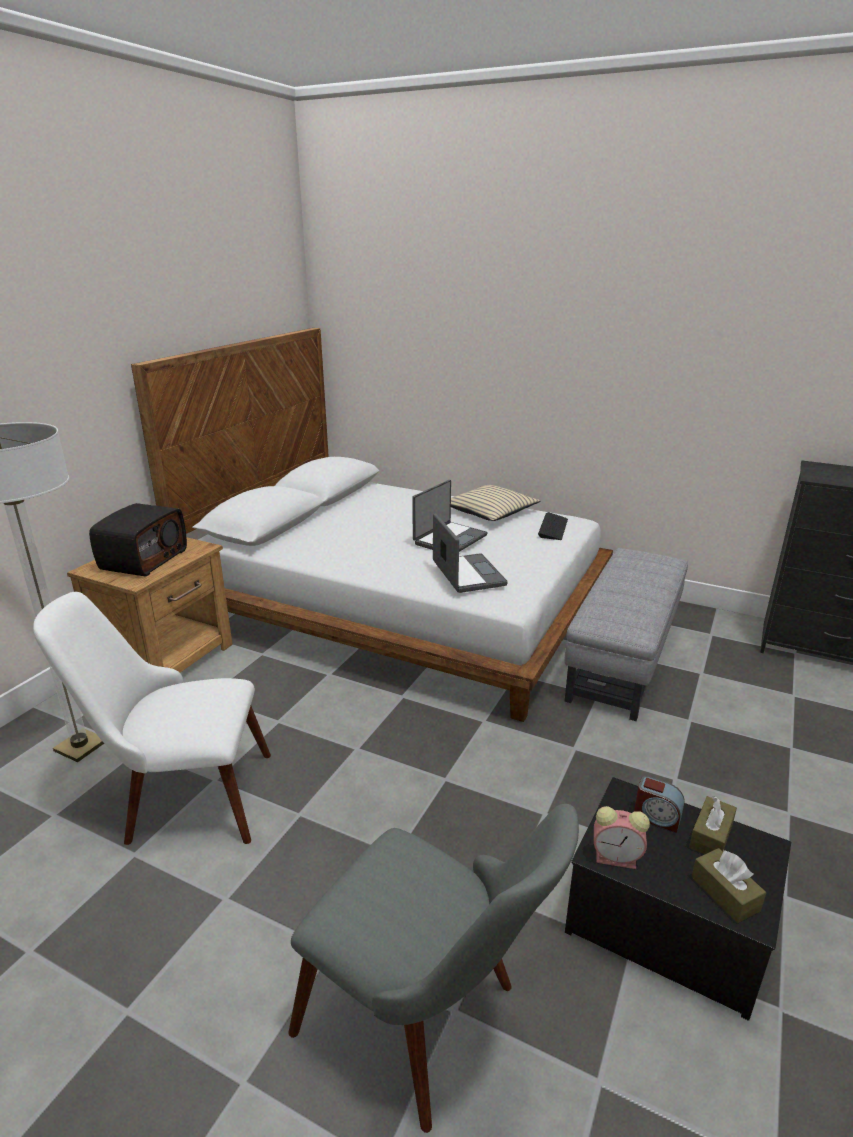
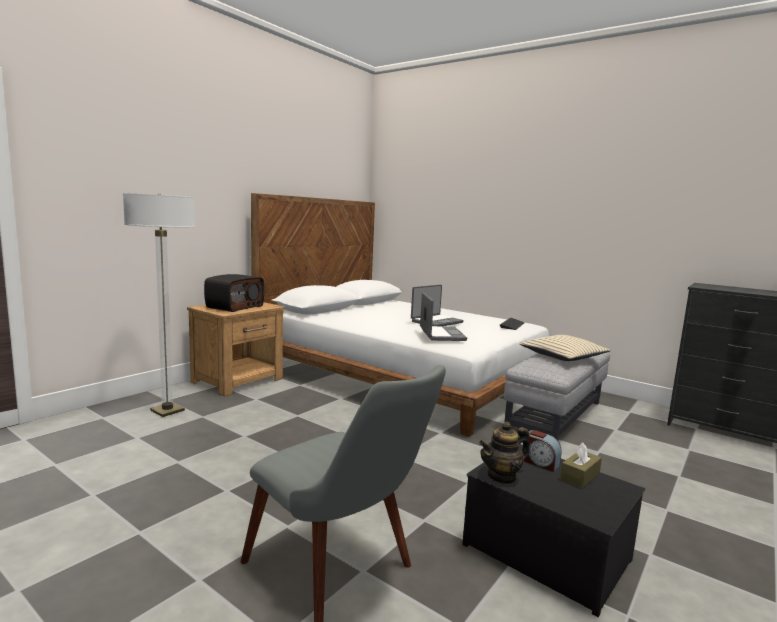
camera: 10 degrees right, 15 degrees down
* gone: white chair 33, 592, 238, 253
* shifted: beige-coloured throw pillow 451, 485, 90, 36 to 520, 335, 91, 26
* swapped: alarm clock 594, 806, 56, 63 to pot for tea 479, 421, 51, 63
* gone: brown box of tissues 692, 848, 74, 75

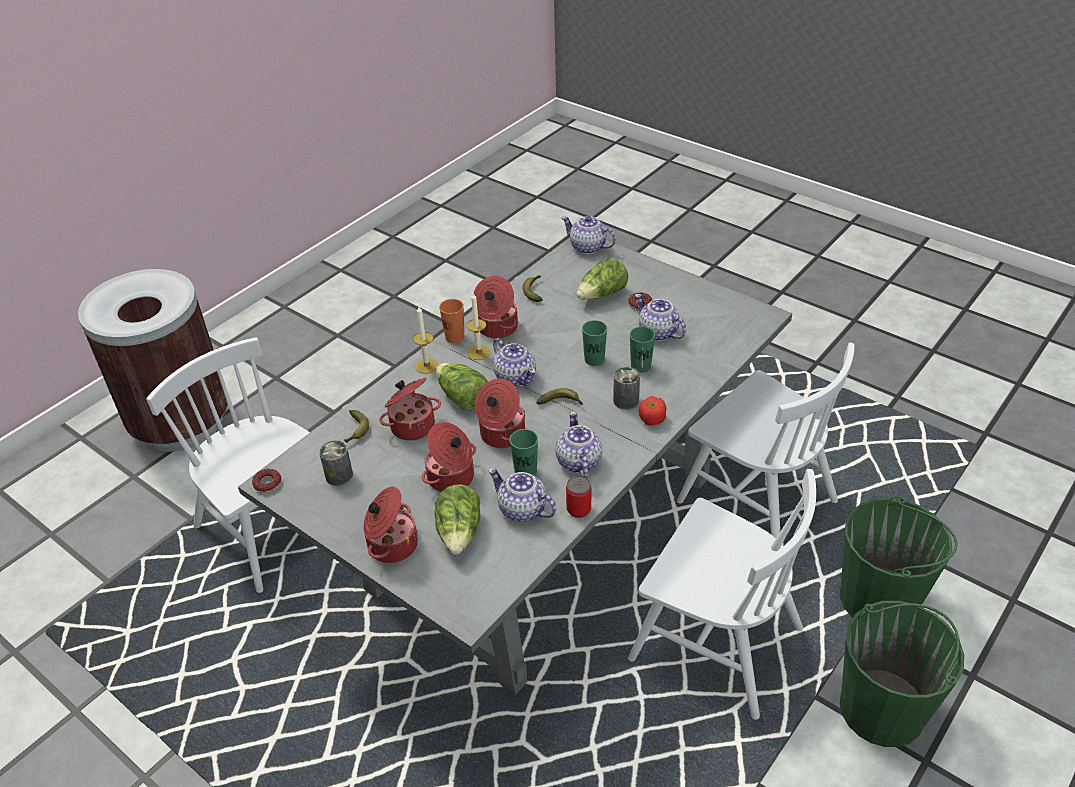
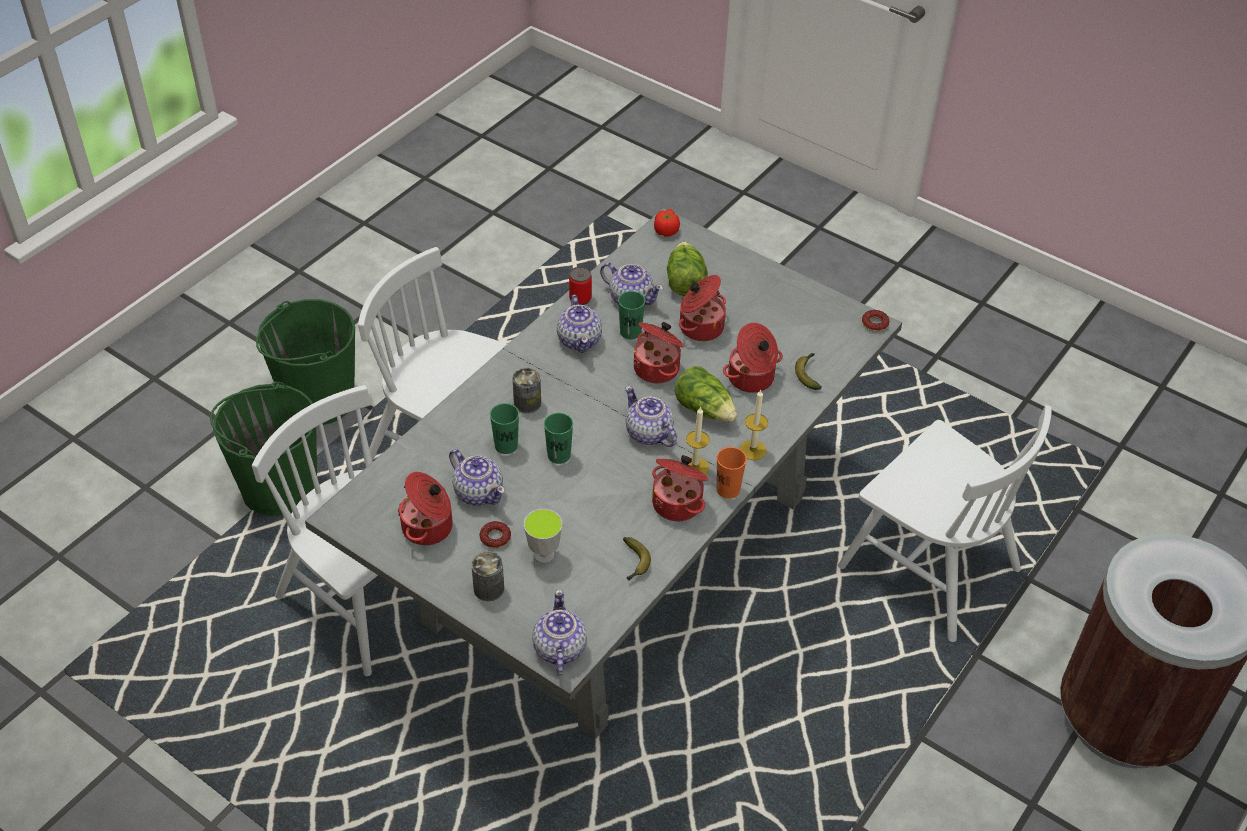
camera: 175 degrees right, 5 degrees up
* shifted: sealed can 319, 440, 34, 46 to 471, 551, 33, 50
* shifted: cooking pot 363, 487, 55, 76 to 398, 472, 55, 73
* gone: banana fruit 536, 388, 47, 17
* rotated: pot for tea 561, 216, 55, 38 = 532, 589, 55, 87 120 degrees counterclockwise
* swapped: head of lettuce 576, 258, 52, 41 to drinking cup 524, 509, 39, 54
* shifted: whole tomato 639, 396, 27, 30 to 654, 209, 26, 28

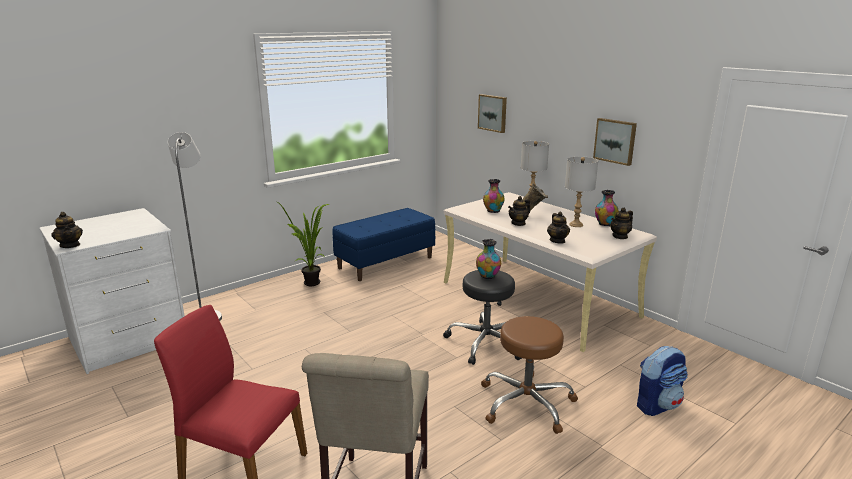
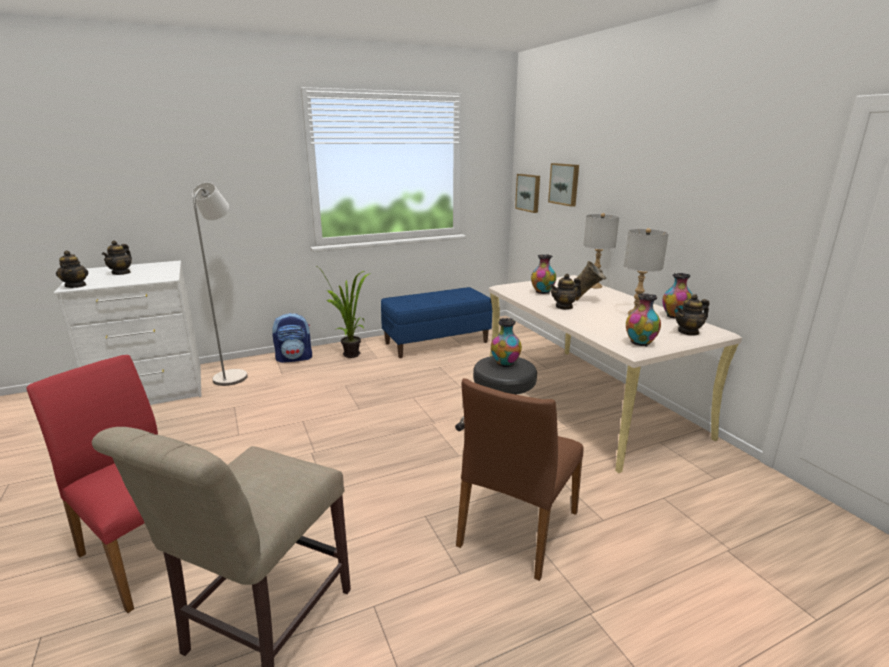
camera: 15 degrees right, 0 degrees up
* swapped: brown stool seat 481, 316, 97, 118 to brown chair 456, 378, 128, 203
* shifted: pot for tea 547, 212, 23, 32 to 102, 240, 30, 35
* shifted: picture 593, 118, 44, 48 to 515, 174, 25, 39
* shifted: knapsack 637, 346, 51, 70 to 272, 313, 40, 50
* new: flower vase 626, 293, 35, 53

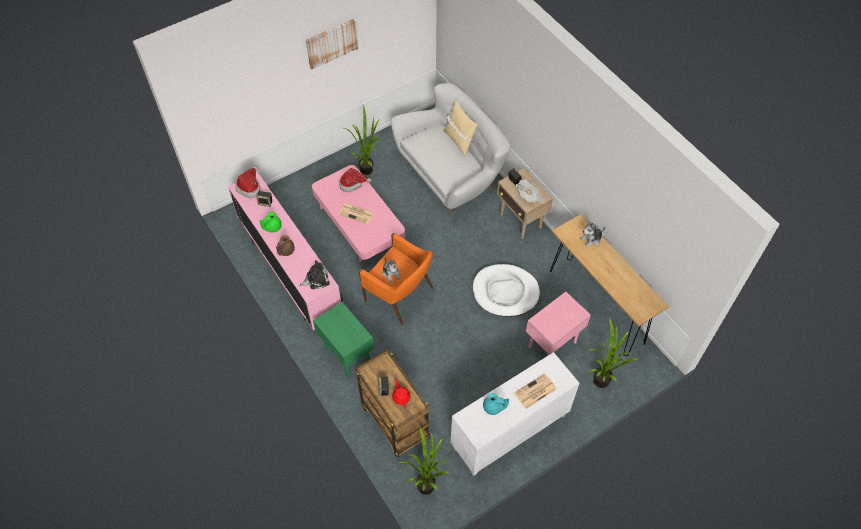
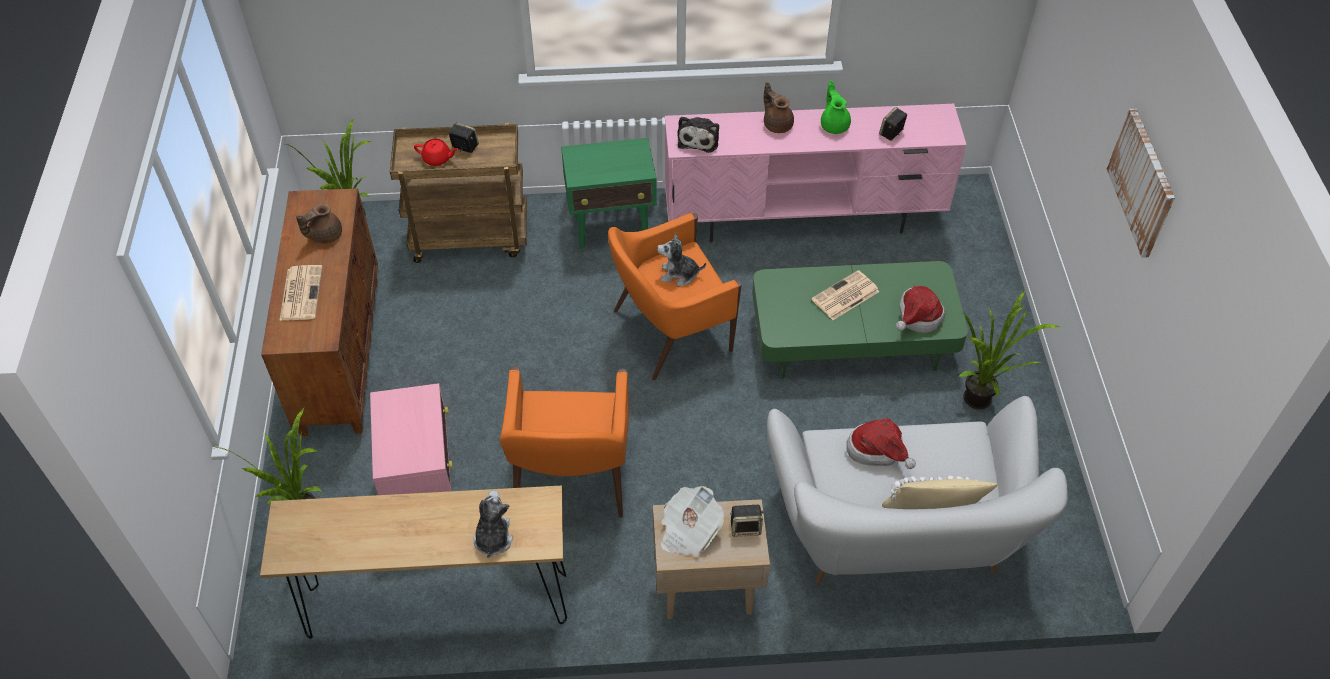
camera: 120 degrees right, 5 degrees down
* shifted: hat 236, 165, 24, 33 to 846, 418, 70, 51
* repainted: pinkish lounge table 312, 165, 93, 97 to greenish lounge table 752, 261, 216, 117
* repainted: white cabinet 451, 352, 129, 124 to brown cabinet 261, 188, 117, 248
* swapped: white dog cushion 473, 264, 67, 53 to orangey lounge chair 500, 367, 129, 151
* repainted: turquoise-coloured pot for tea 483, 393, 26, 22 to brown pot for tea 296, 203, 46, 41

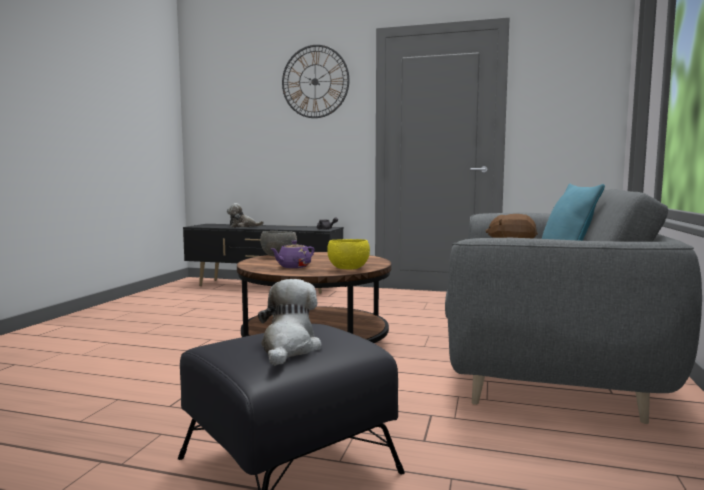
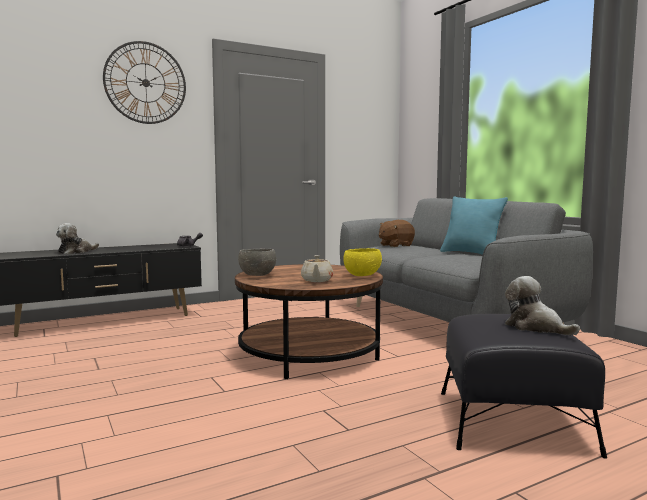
camera: 45 degrees left, 0 degrees up
* repainted: purple pot for tea 271, 241, 44, 27 to beige-coloured pot for tea 301, 255, 32, 27

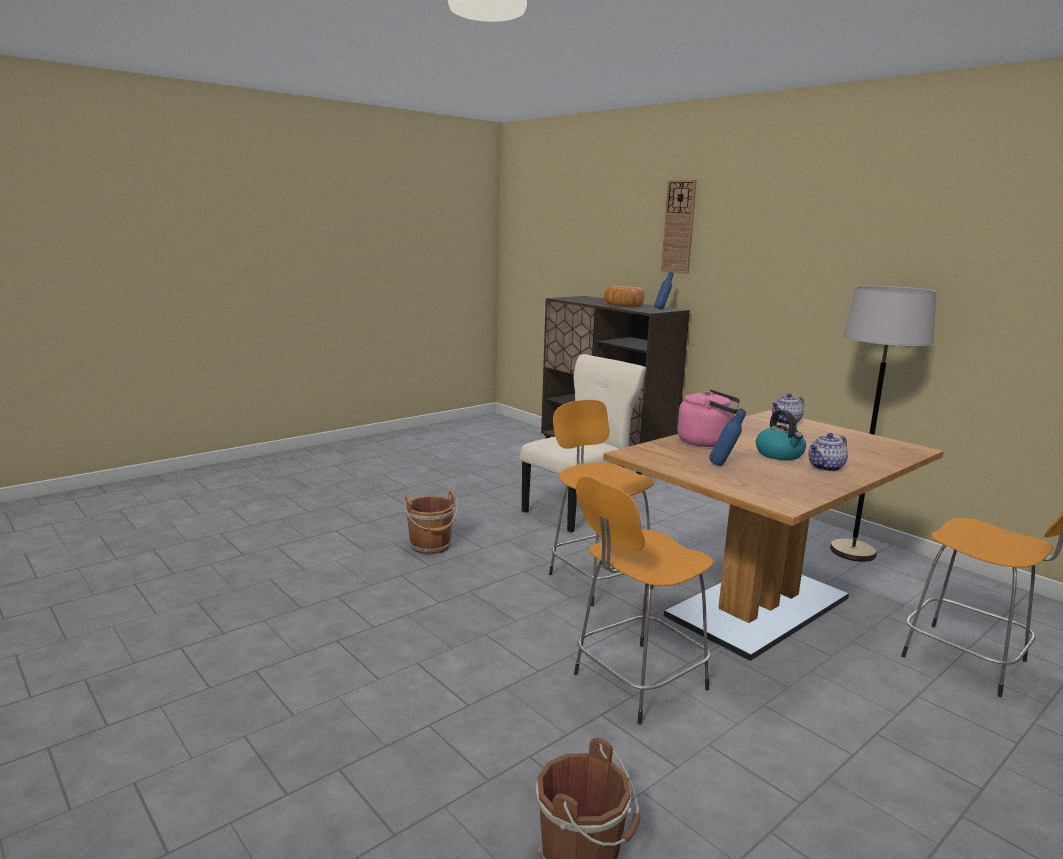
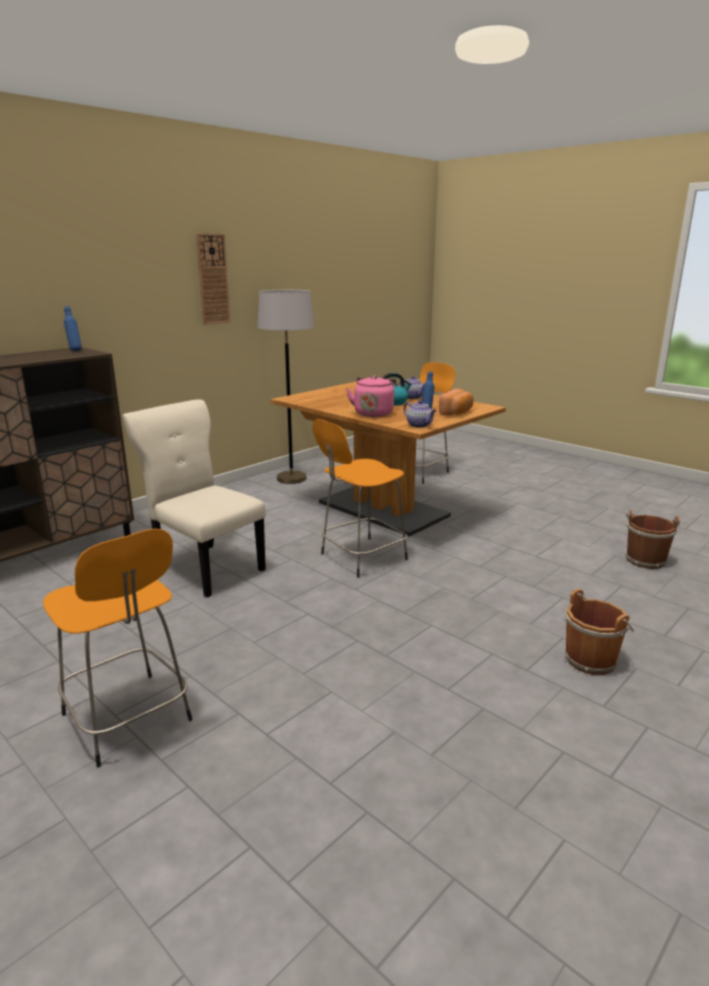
camera: 95 degrees left, 5 degrees up
* shifted: brown water bucket 405, 491, 53, 63 to 564, 589, 70, 86
* shifted: orangey stool seat 574, 476, 140, 249 to 43, 529, 149, 239
* shifted: baked bread 604, 286, 40, 21 to 439, 389, 35, 26
* shifted: wall clock 661, 180, 36, 94 to 196, 233, 35, 92
* shifted: pot for tea 772, 394, 32, 31 to 404, 400, 32, 28

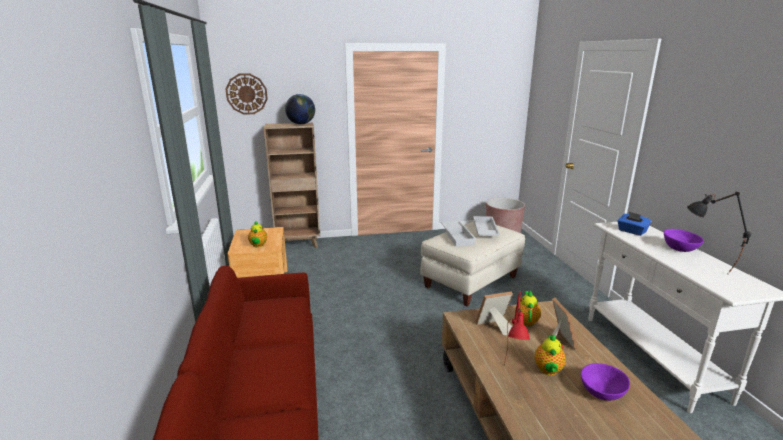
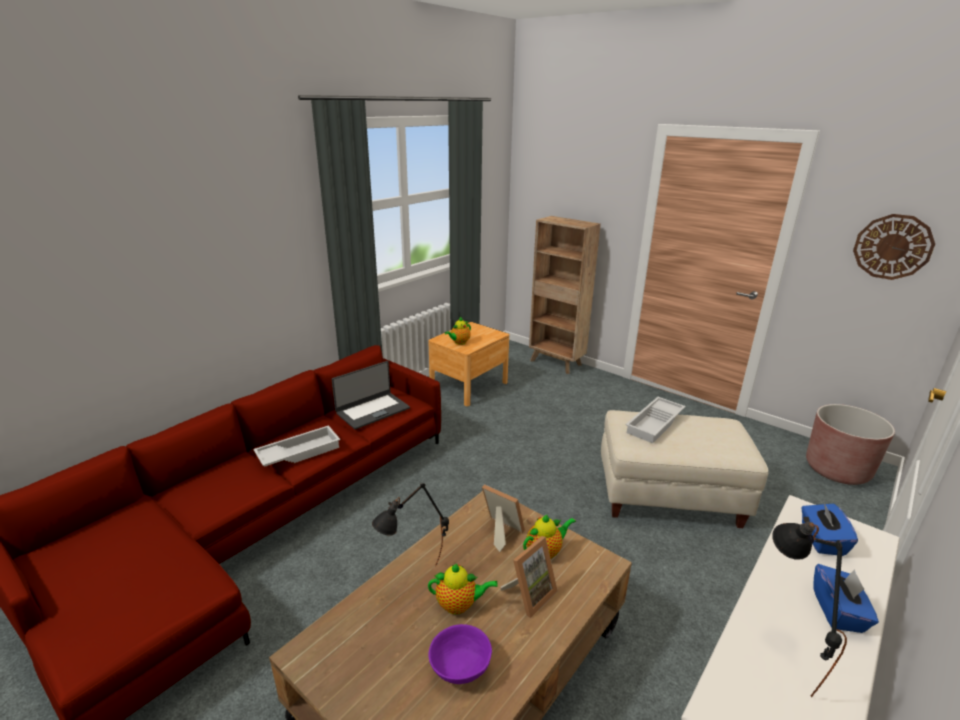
camera: 50 degrees right, 5 degrees up
* shifted: wall clock 225, 74, 43, 41 to 853, 214, 82, 66
* gone: world globe 285, 94, 30, 30
* shifted: white tray 473, 216, 27, 20 to 253, 425, 87, 41
* repainted: red-coloured lamp for a table 504, 292, 26, 73 to black-coloured lamp for a table 372, 483, 77, 84
* rotated: pot for tea 535, 335, 31, 40 = 428, 564, 70, 51 150 degrees counterclockwise
* swapped: purple deep dish 664, 229, 40, 23 to blue-coloured box of tissues 813, 564, 66, 69
* new: notebook computer 332, 361, 78, 68

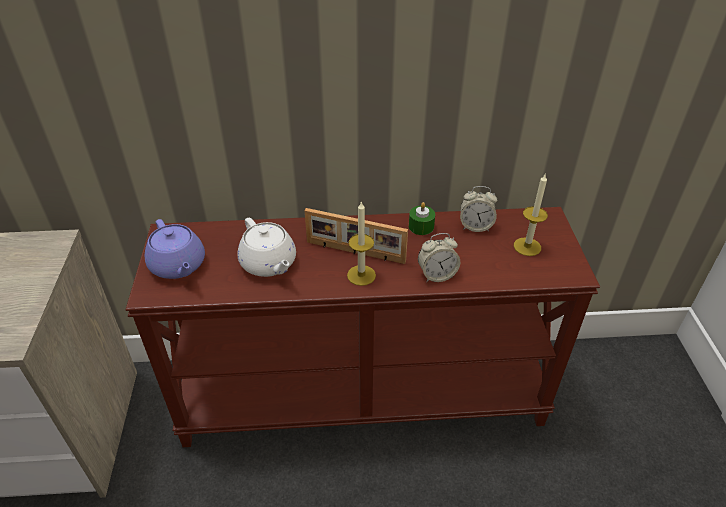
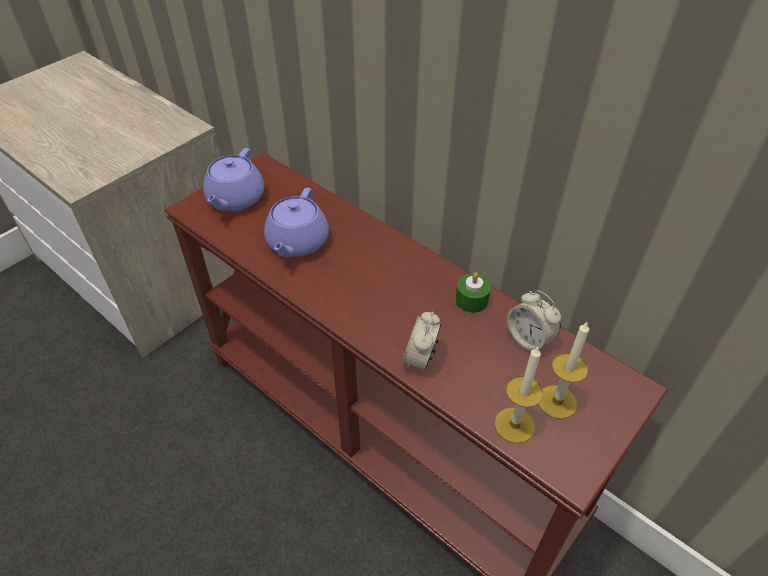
camera: 45 degrees right, 5 degrees up
* repainted: white pot for tea 238, 218, 58, 59 to purple pot for tea 264, 187, 65, 70
* gone: standing frame 304, 208, 104, 56
* shifted: wax candle 347, 201, 29, 85 to 495, 346, 48, 97
* rotated: alarm clock 418, 233, 42, 49 = 402, 311, 39, 59 75 degrees clockwise

